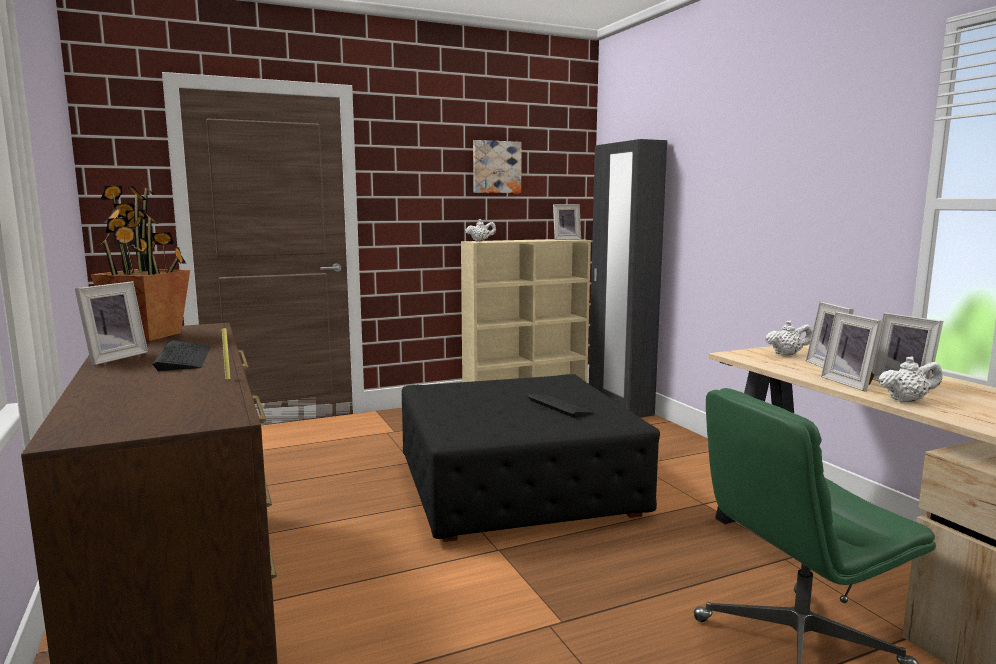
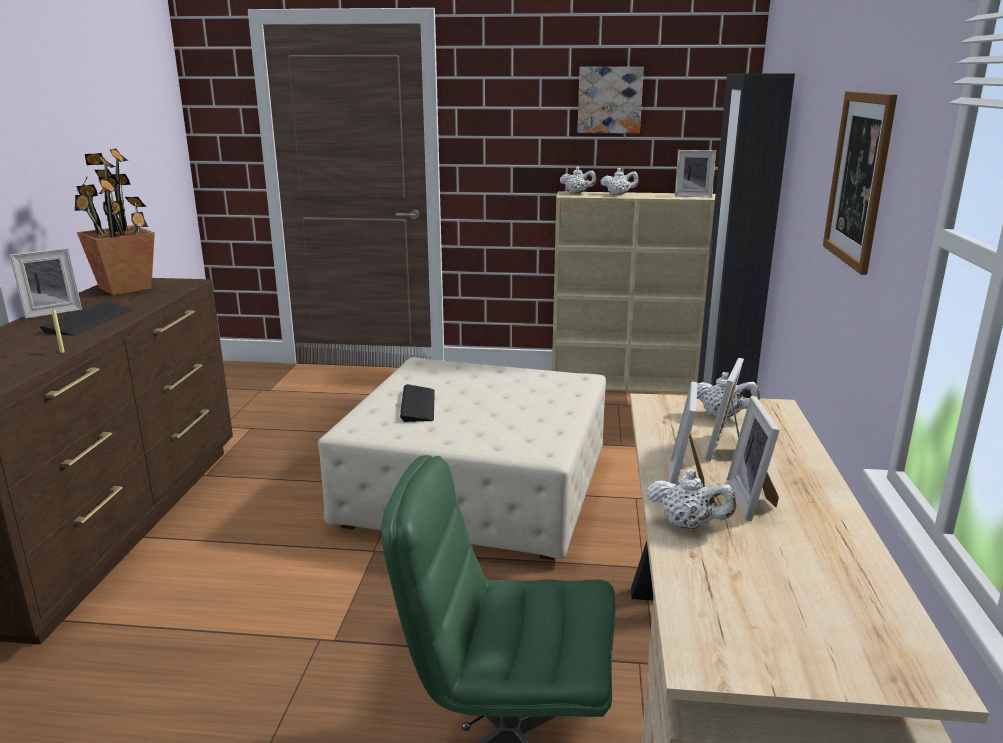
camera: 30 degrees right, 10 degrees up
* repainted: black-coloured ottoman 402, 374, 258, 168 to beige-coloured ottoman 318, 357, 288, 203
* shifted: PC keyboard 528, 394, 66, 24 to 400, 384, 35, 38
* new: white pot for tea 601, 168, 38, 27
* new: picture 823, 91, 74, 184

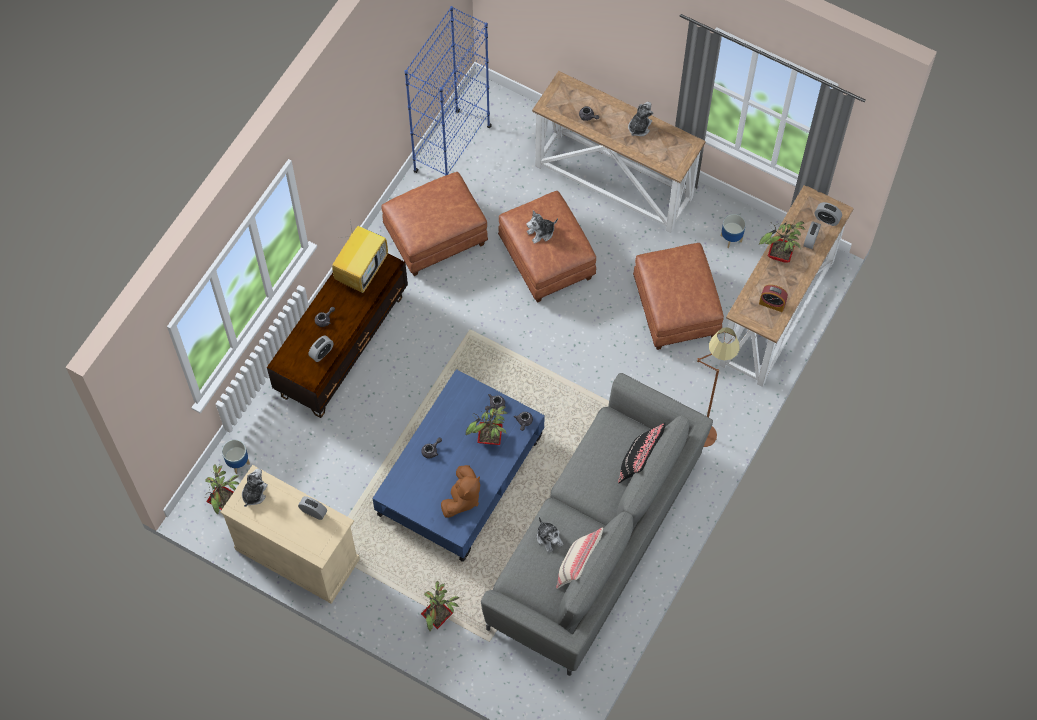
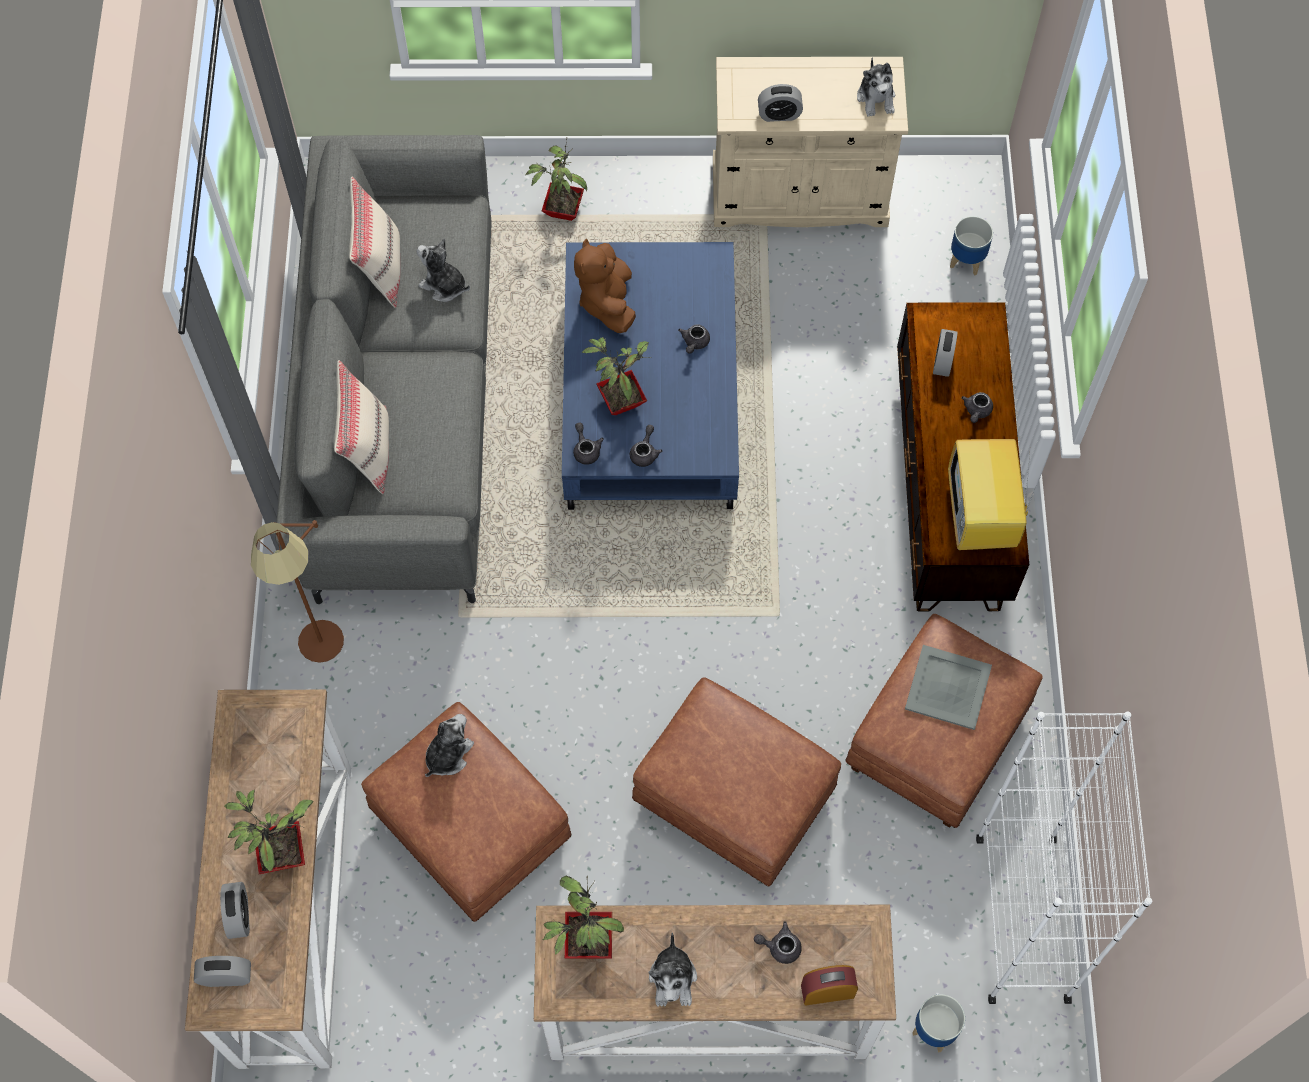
camera: 150 degrees right, 0 degrees up
* shifted: plant in a pot 205, 464, 35, 50 to 543, 876, 81, 83
* repainted: blue-coloured shelving unit 405, 6, 87, 170 to white shelving unit 976, 711, 176, 293
* shifted: plush toy 527, 210, 31, 34 to 425, 714, 49, 63
* repainted: black-coloured throw pillow 618, 423, 48, 60 to beige-coloured throw pillow 334, 360, 55, 134
* shifted: planter 721, 214, 25, 34 to 912, 994, 53, 59
* shifted: alarm clock 759, 285, 29, 27 to 801, 965, 57, 40
* new: grey tray 905, 645, 87, 85

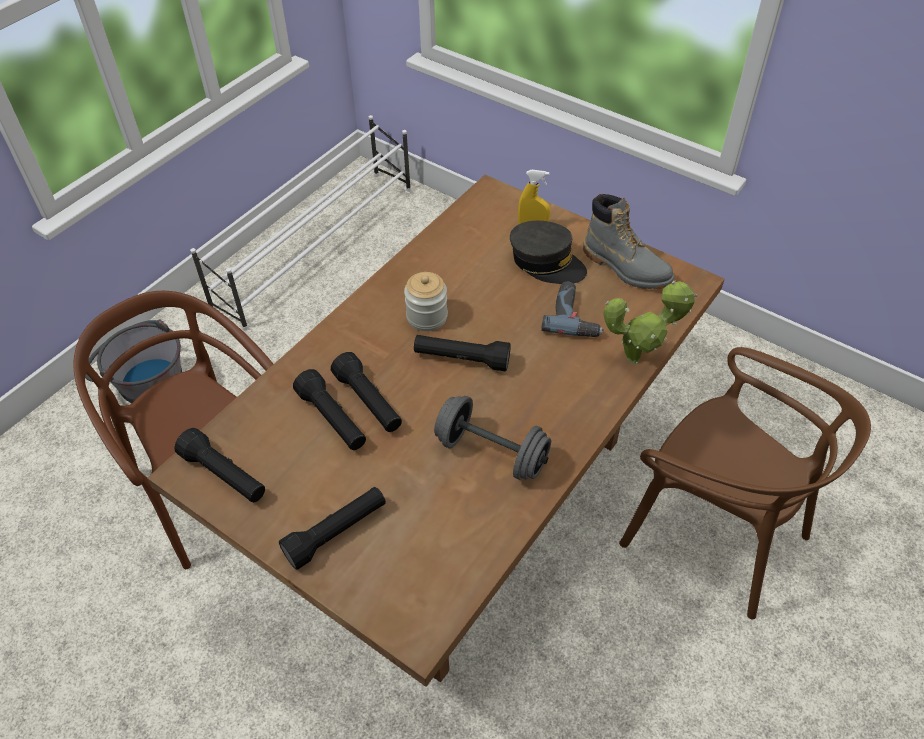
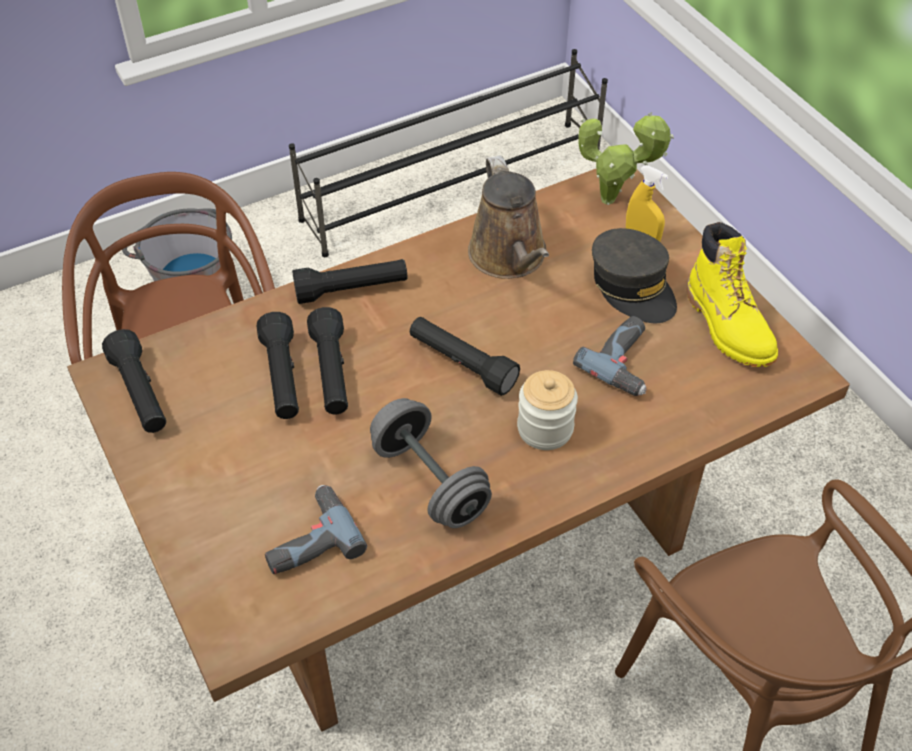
camera: 25 degrees right, 0 degrees up
* repainted: white shoe shelf 190, 115, 221, 215 to black-coloured shoe shelf 289, 49, 319, 208
* shifted: black-coloured hand torch 279, 487, 107, 83 to 292, 259, 116, 45
* shifted: storage jar 404, 272, 44, 59 to 517, 370, 61, 80
* repainted: grey boot 583, 194, 91, 95 to yellow boot 687, 222, 91, 145
* shifted: plant in a pot 603, 280, 94, 84 to 578, 112, 96, 93
* new: power drill 265, 485, 102, 89
* new: brown sprinkling can 468, 155, 81, 124

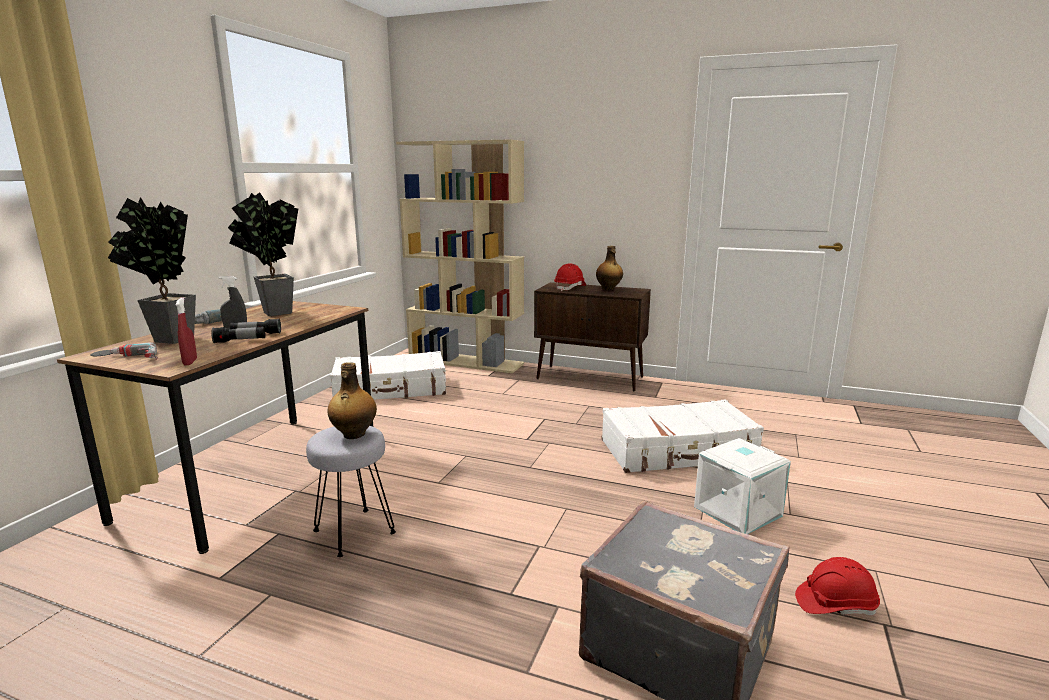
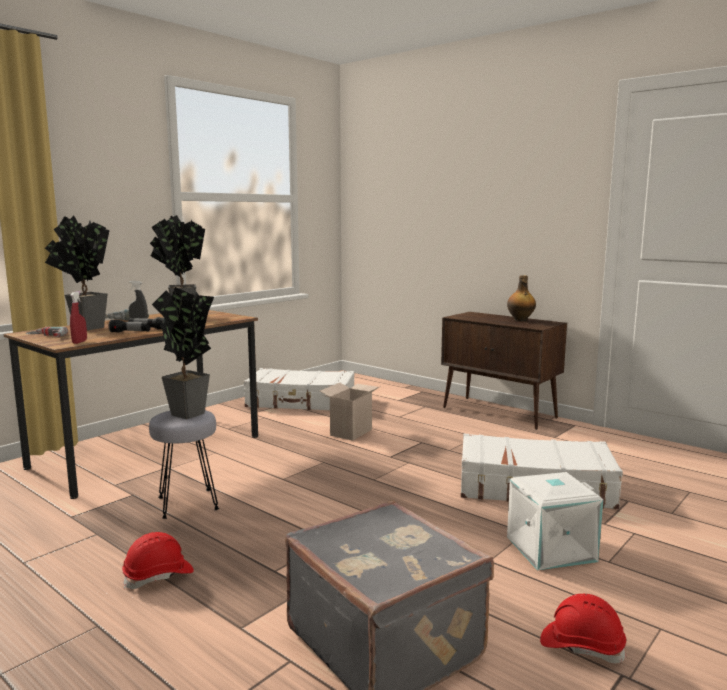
camera: 20 degrees right, 5 degrees down
* swapped: beverage bottle 327, 362, 50, 77 to plant in a pot 152, 287, 62, 132
* gone: beige-coloured shelving unit 396, 140, 128, 233
* shifted: red-coloured hard hat 554, 263, 32, 28 to 122, 532, 72, 57
* new: carton 320, 383, 61, 57

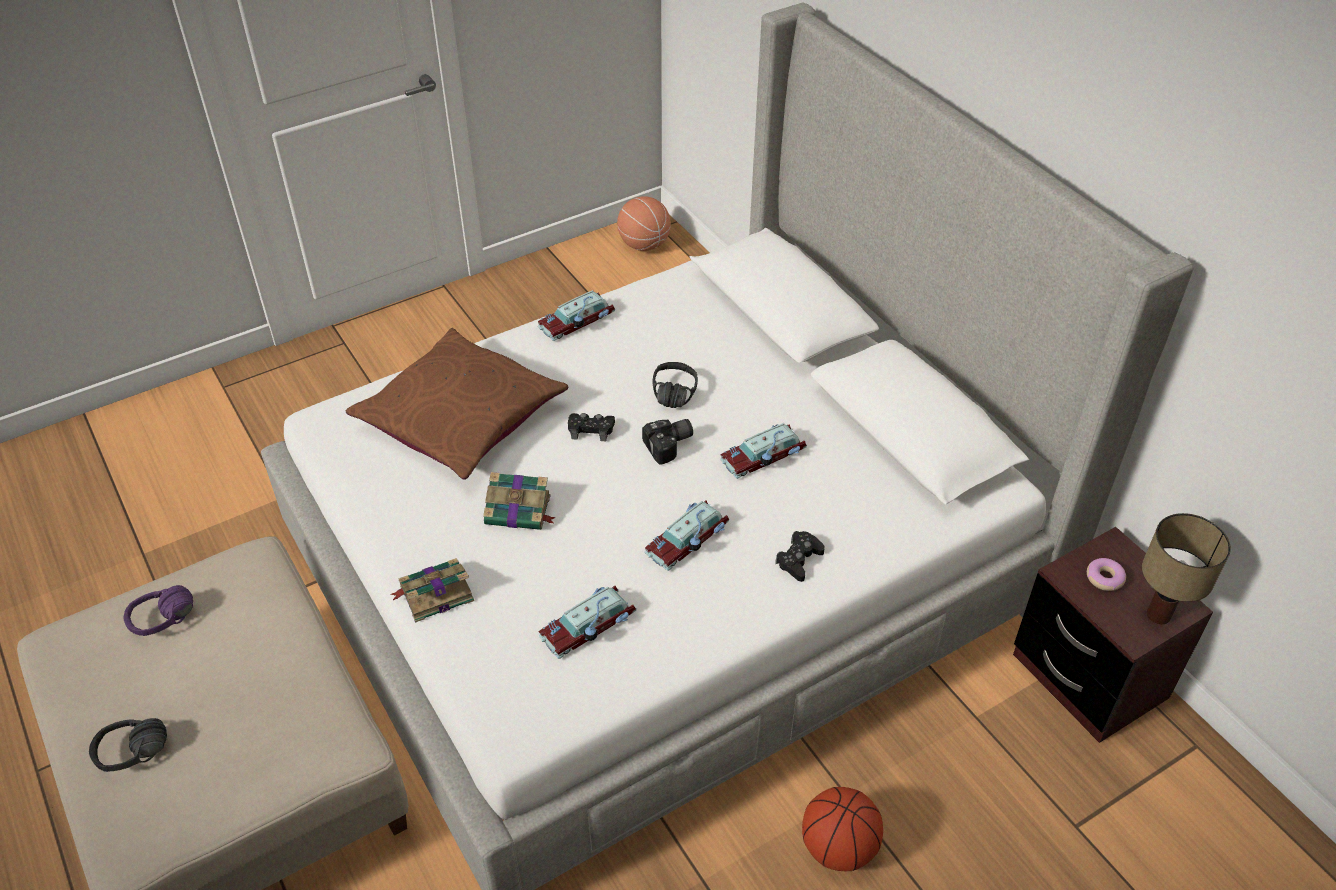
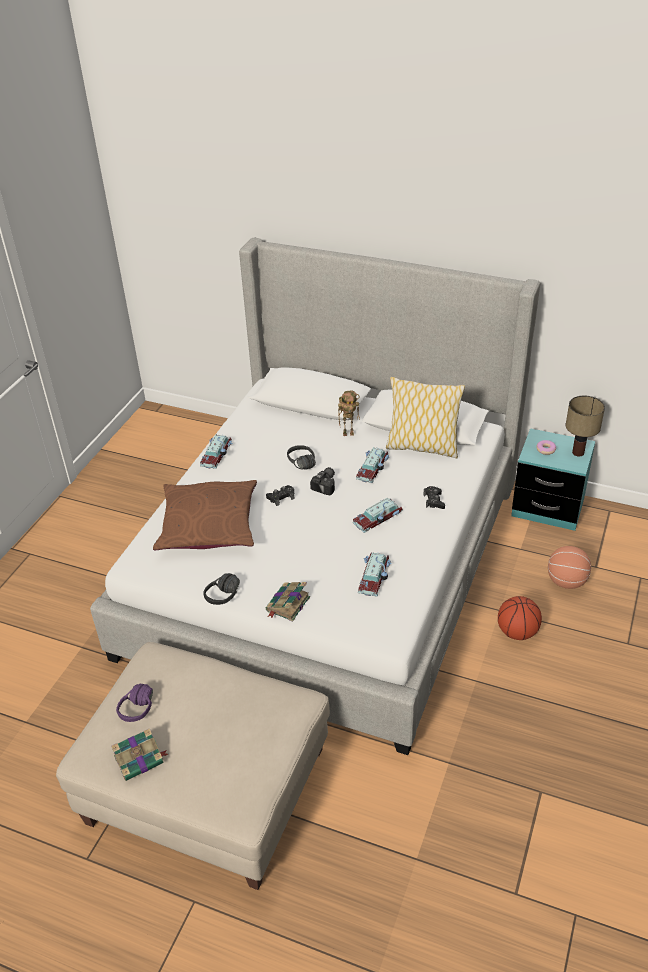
camera: 35 degrees left, 5 degrees down
* shifted: black-coloured headset 89, 718, 78, 54 to 203, 573, 37, 32
* shifted: volume 483, 472, 73, 58 to 111, 728, 57, 53
* shifted: basketball ball 617, 196, 54, 55 to 548, 546, 43, 43
* rotated: model car 644, 500, 85, 71 = 352, 497, 51, 36 45 degrees clockwise
* repainted: brown bedside table 1013, 527, 200, 216 to turquoise-coloured bedside table 511, 428, 84, 103
* new: toy robot 338, 391, 22, 45
* new: throw pillow 386, 377, 79, 81

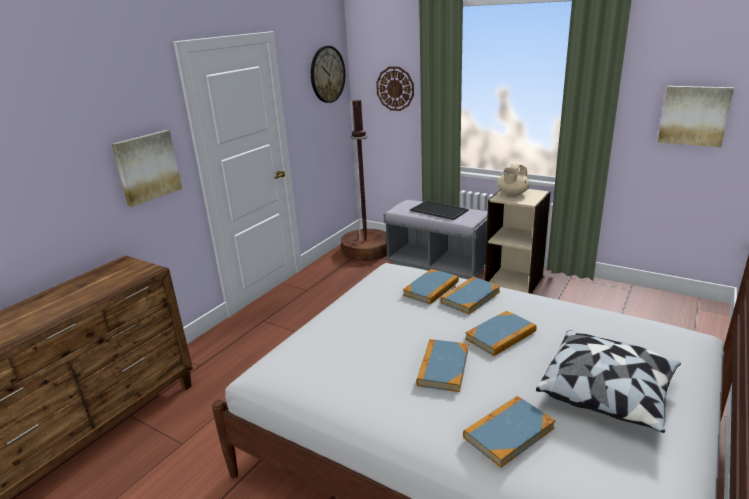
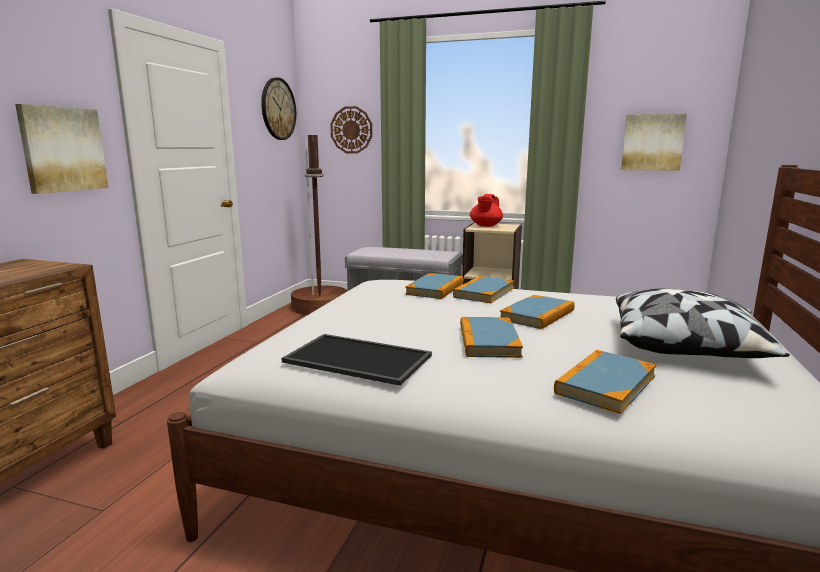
camera: 15 degrees left, 10 degrees down
* shifted: tray 410, 201, 59, 19 to 282, 334, 150, 52
* repainted: beige-coloured pot for tea 497, 164, 33, 32 to red-coloured pot for tea 470, 194, 33, 33

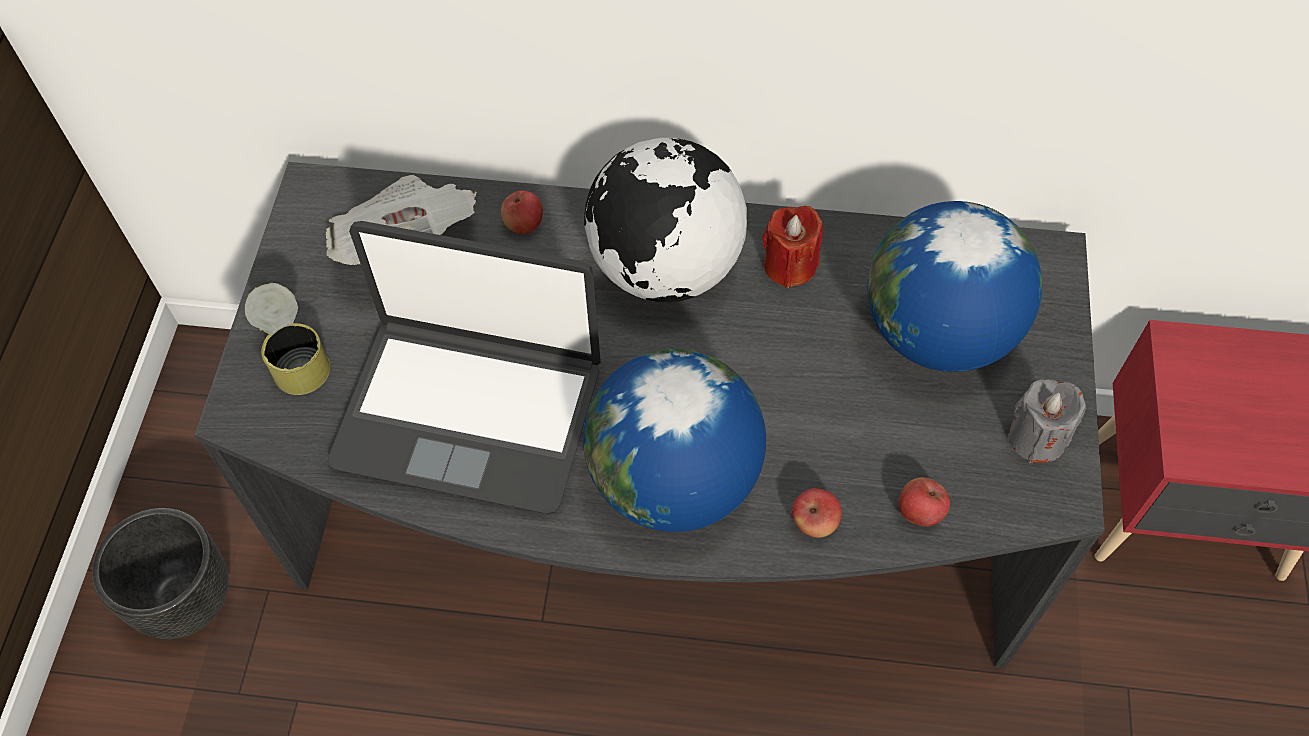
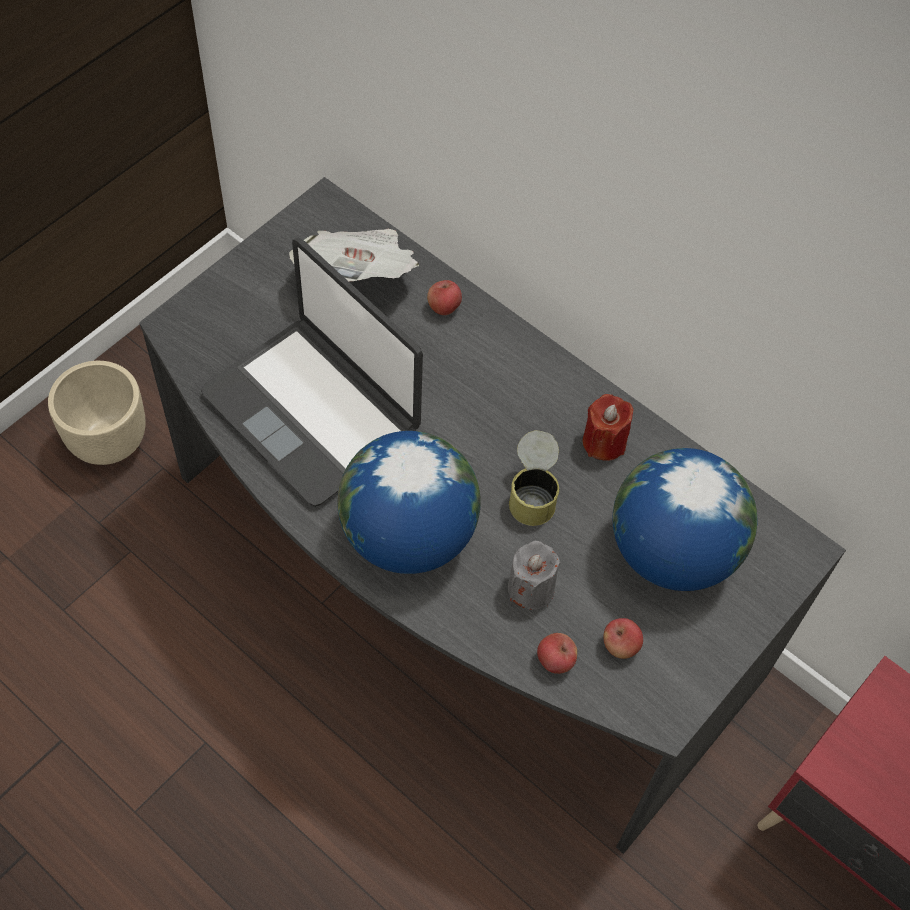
camera: 30 degrees right, 0 degrees up
* repainted: black-coloured planter 92, 508, 137, 131 to beige-coloured planter 48, 361, 98, 104
* shifted: sealed can 245, 283, 85, 112 to 509, 430, 50, 96
* gone: world globe 584, 138, 163, 164
* shifted: apple 791, 488, 51, 50 to 604, 618, 39, 41
* shifted: grey wax candle 1008, 379, 78, 85 to 508, 541, 53, 68

